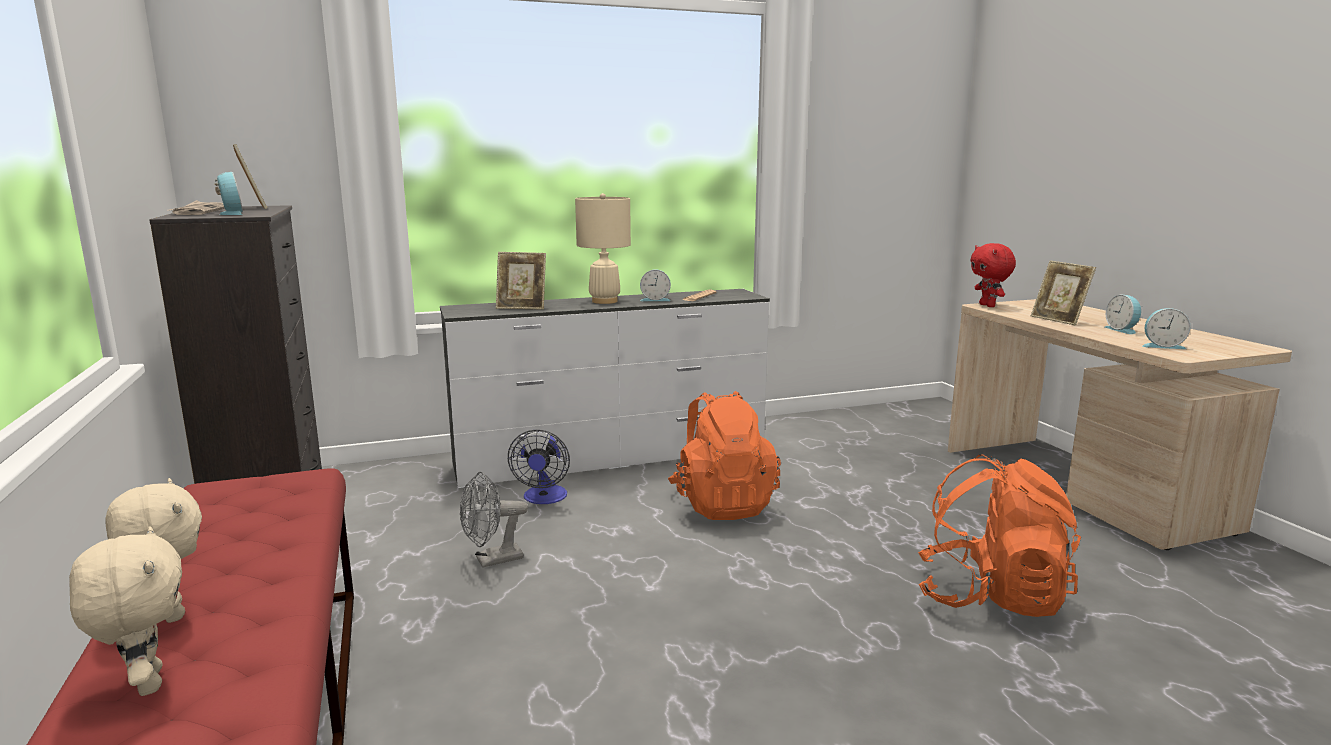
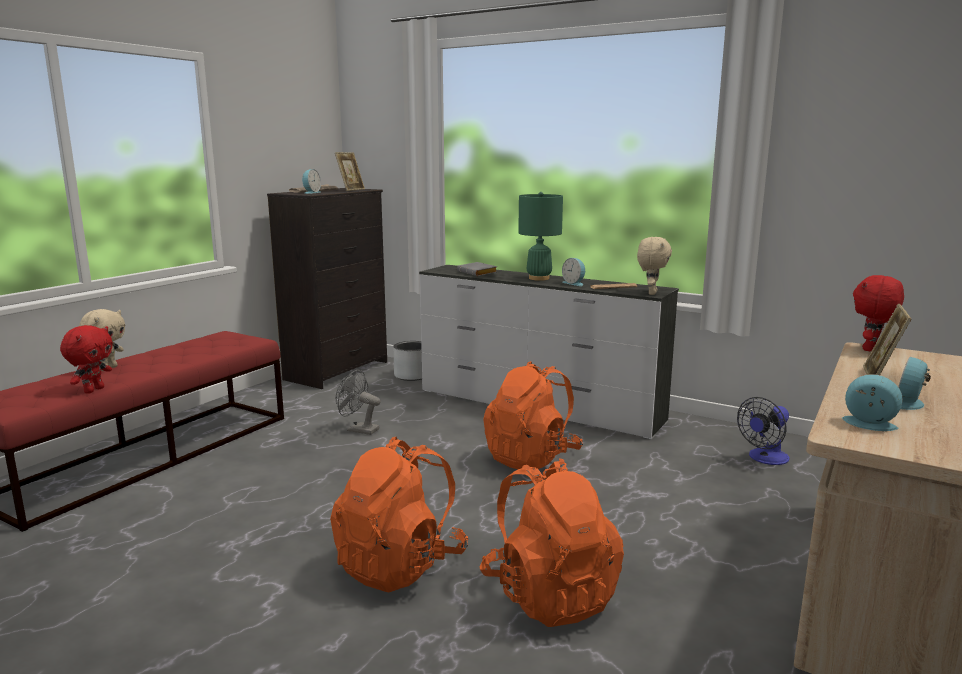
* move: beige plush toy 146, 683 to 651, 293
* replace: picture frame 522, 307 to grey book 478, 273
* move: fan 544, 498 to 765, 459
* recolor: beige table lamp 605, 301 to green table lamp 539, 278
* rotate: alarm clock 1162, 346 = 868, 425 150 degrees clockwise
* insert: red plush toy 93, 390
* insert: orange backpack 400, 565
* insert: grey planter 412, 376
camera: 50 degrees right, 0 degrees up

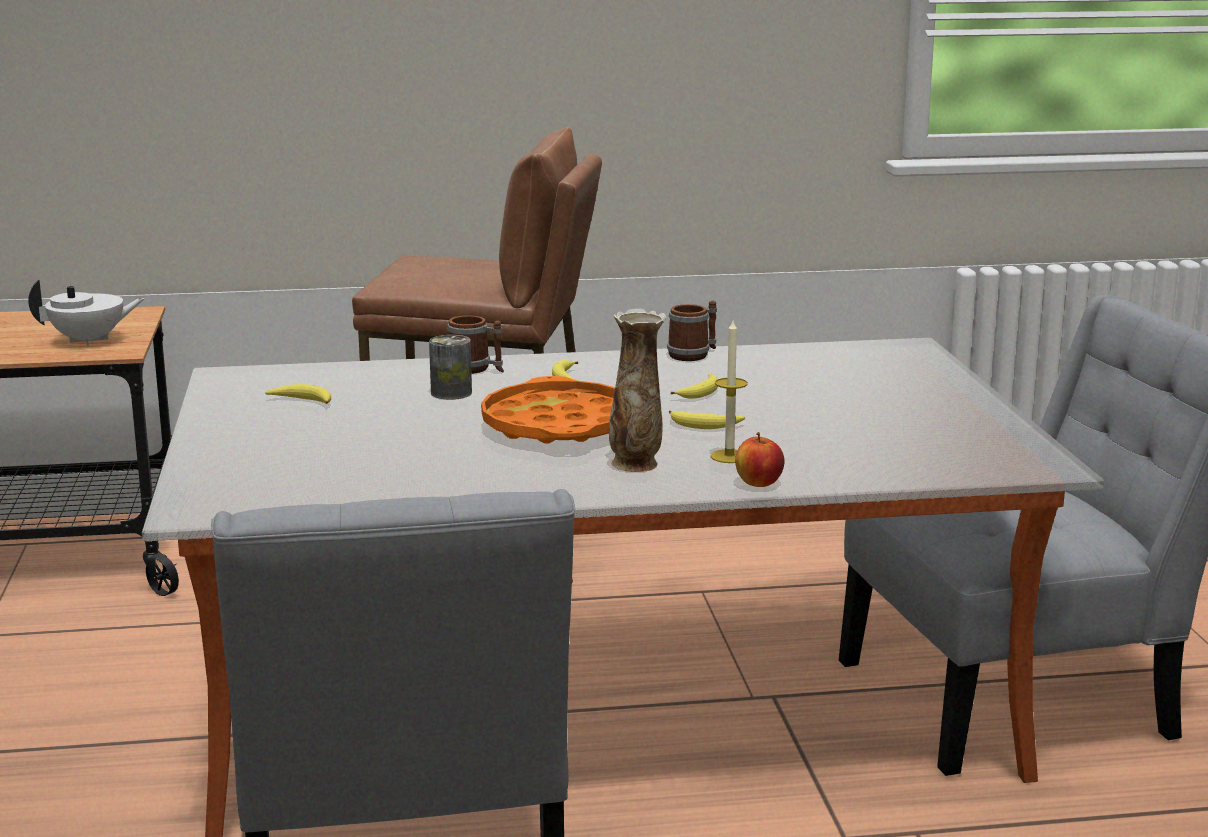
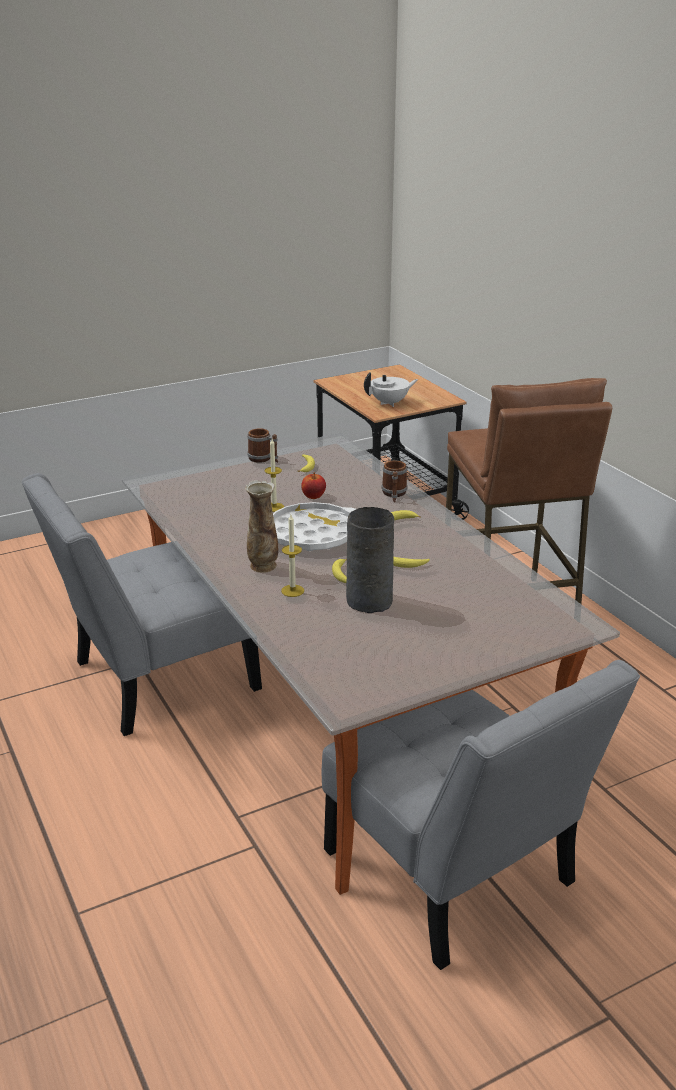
* rotate: white teapot 89, 341 = 390, 403 75 degrees counterclockwise
* delete: can 451, 393
* recolor: orange tray 558, 426 to white tray 312, 535
* move: mug 694, 354 to 263, 459
* move: apple 759, 483 to 313, 496
* insert: candle 274, 507
* insert: grey vase 369, 600
camera: 70 degrees right, 10 degrees up

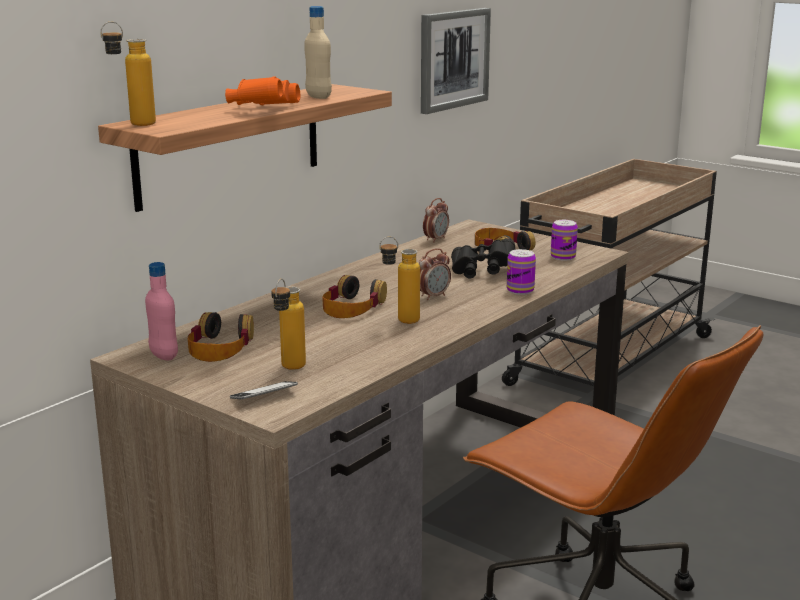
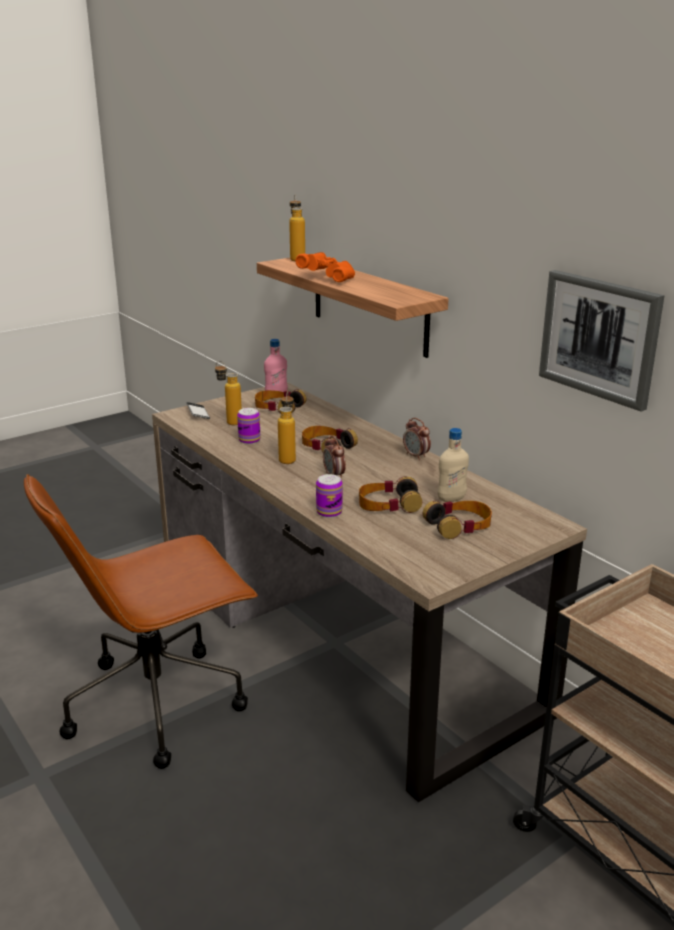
* move: beige bottle 318, 97 to 451, 499
* move: alarm clock 436, 239 to 416, 456
* replace: black binoculars 481, 272 to headphones 389, 504
* move: can 563, 257 to 249, 440
camera: 105 degrees right, 5 degrees up

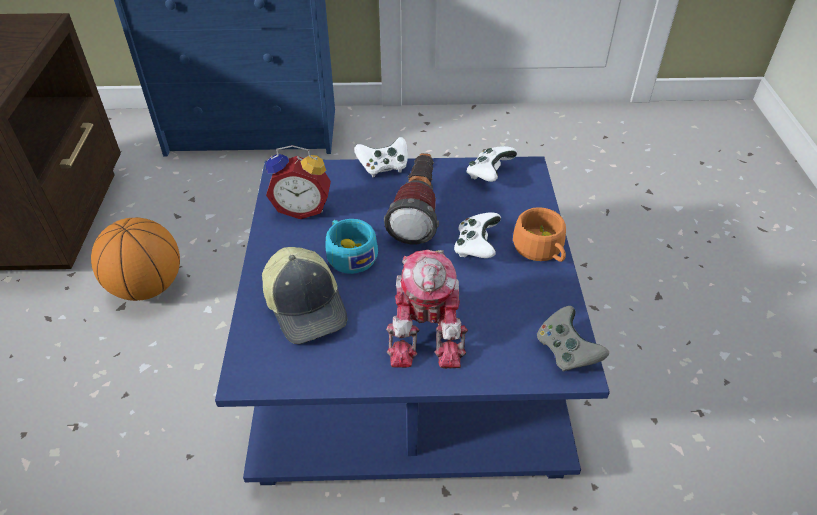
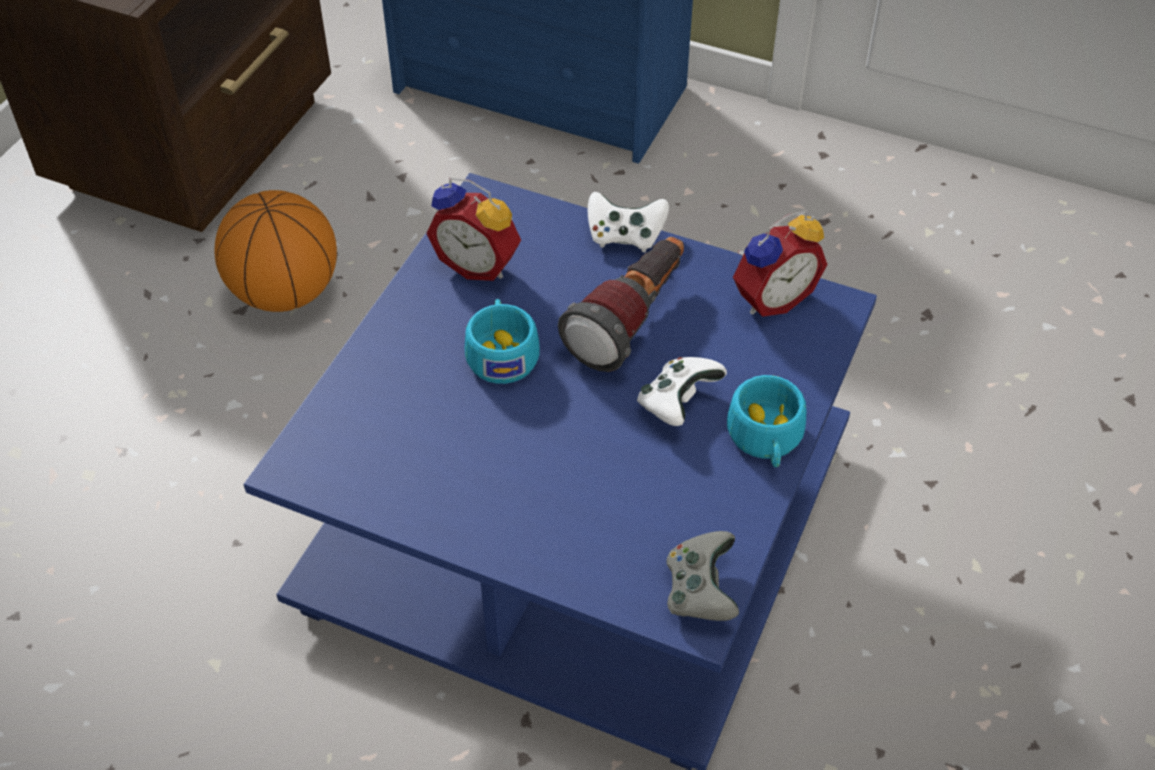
* delete: cap 307, 306
* delete: toy robot 428, 329
* replace: white game controller 489, 174 to alarm clock 771, 298
* recolor: orange cup 541, 250 to turquoise cup 766, 440
camera: 25 degrees right, 5 degrees up

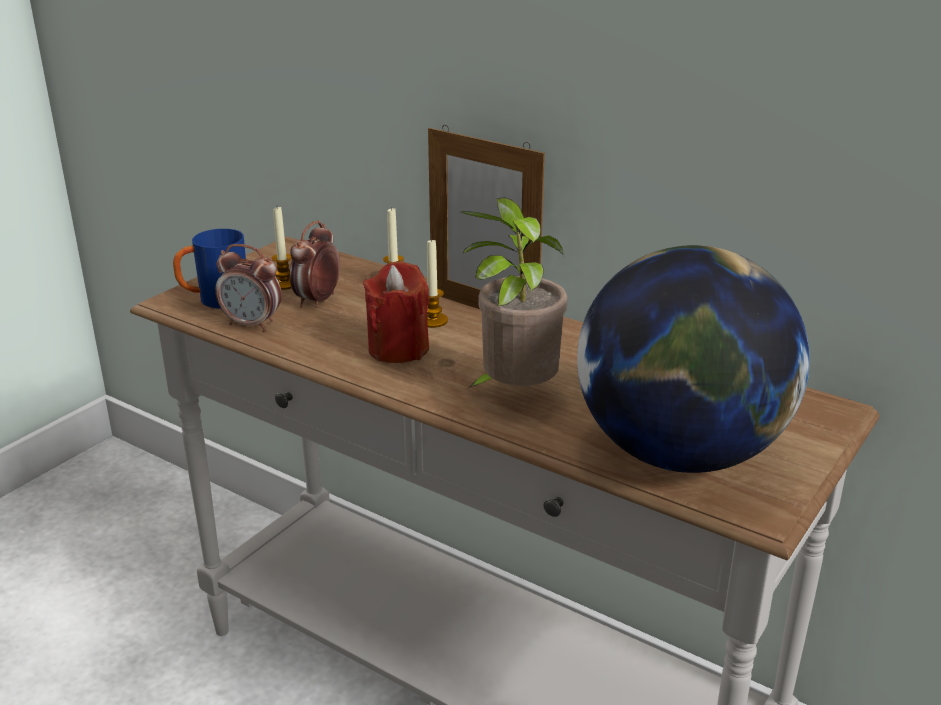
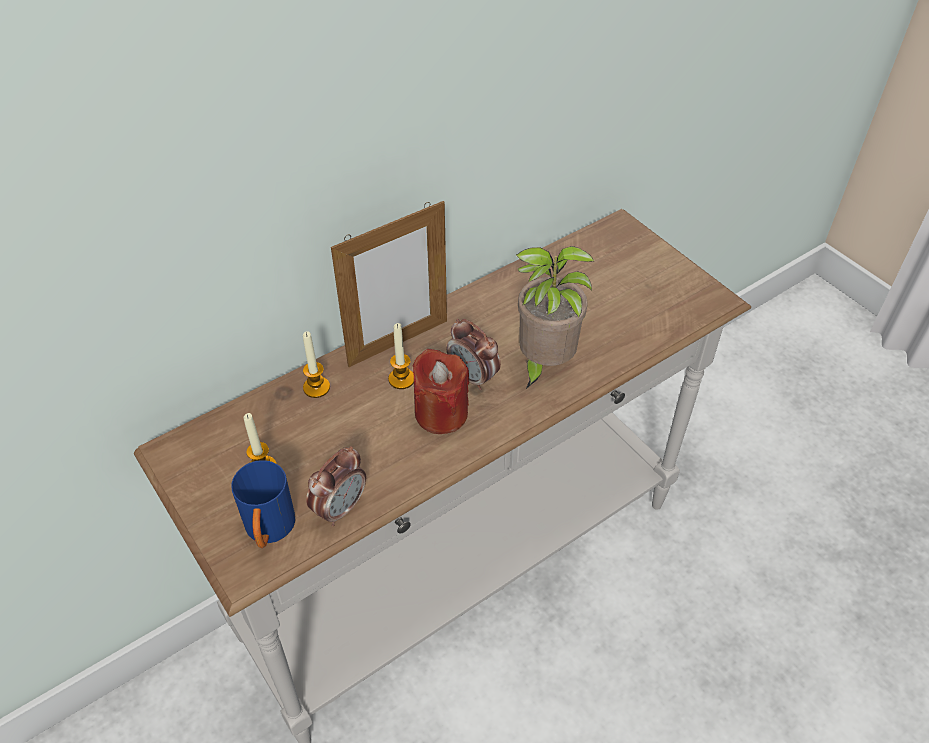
* move: alarm clock 317, 301 to 473, 377
* delete: globe 679, 453
camera: 70 degrees left, 20 degrees up

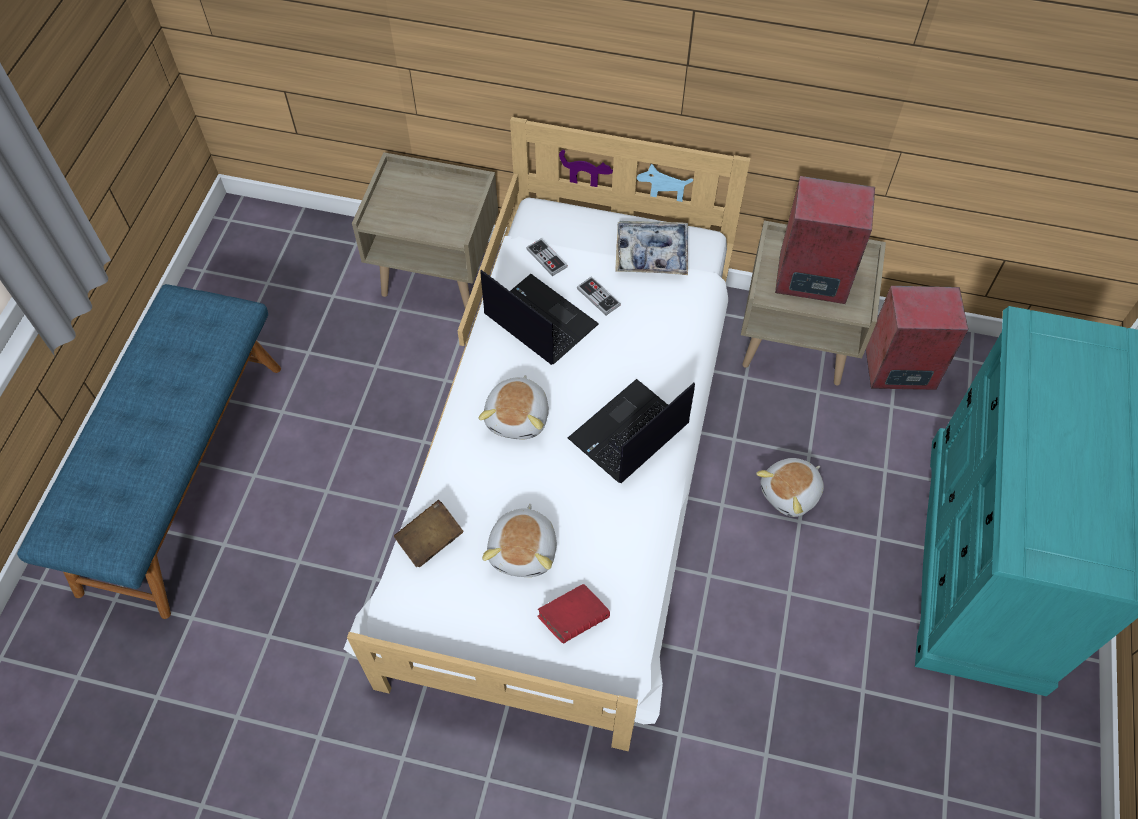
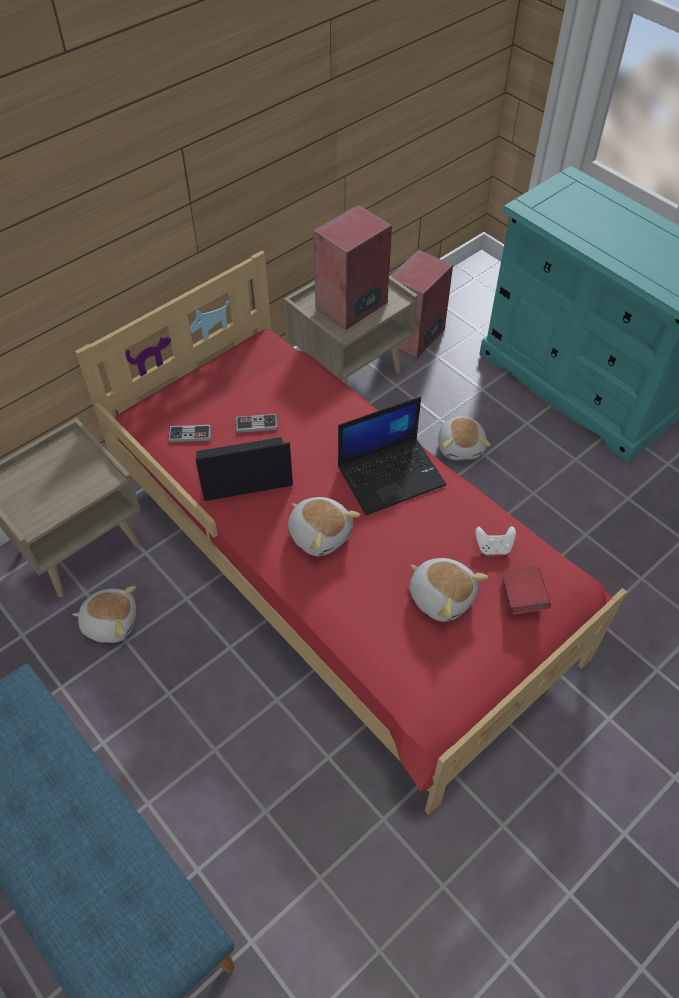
* recolor: white bed 569, 473 to red bed 341, 564
* delete: brown book 430, 540
* rotate: laptop 628, 433 = 391, 475 105 degrees counterclockwise
* delete: tray 651, 254
* insert: plush toy 110, 622
* insert: white game controller 493, 547
camera: 55 degrees left, 5 degrees down

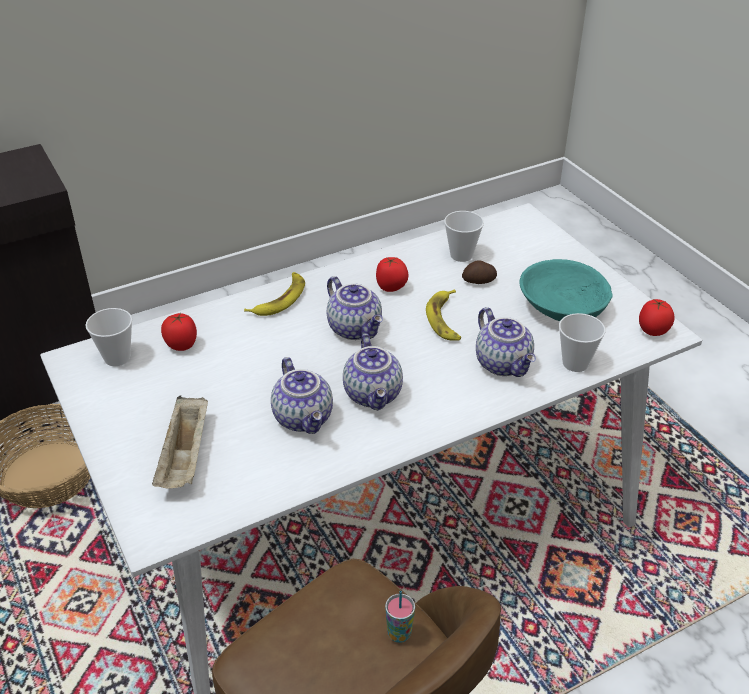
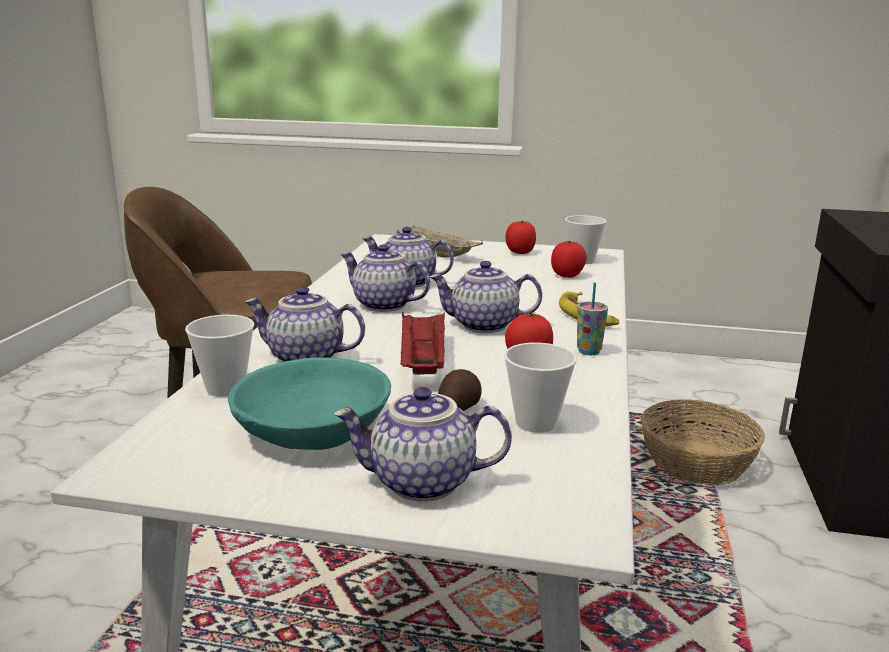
* move: cup 399, 634 to 589, 351
* replace: banana 445, 320 to red tray 422, 362
* move: tomato 652, 332 to 519, 252
* insert: teapot 421, 484
camera: 130 degrees right, 20 degrees down

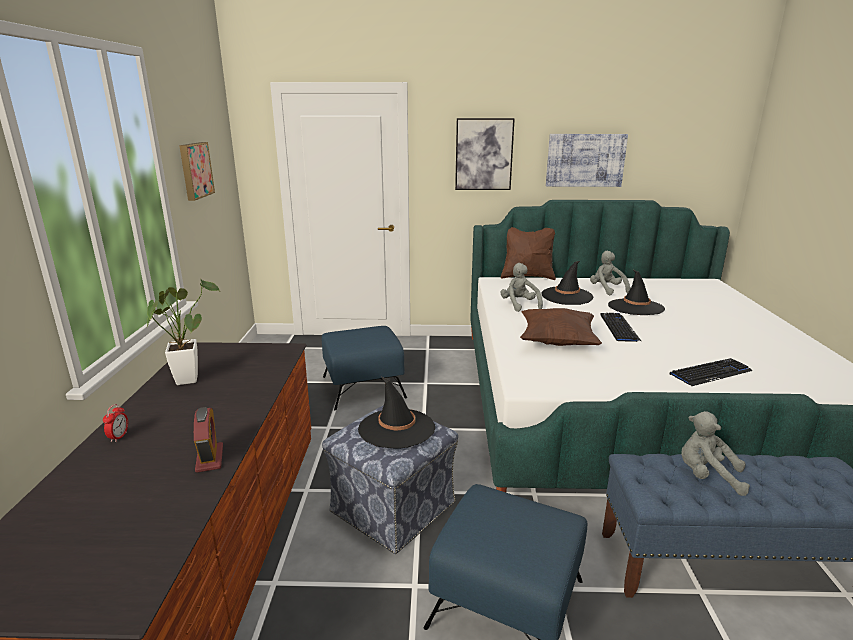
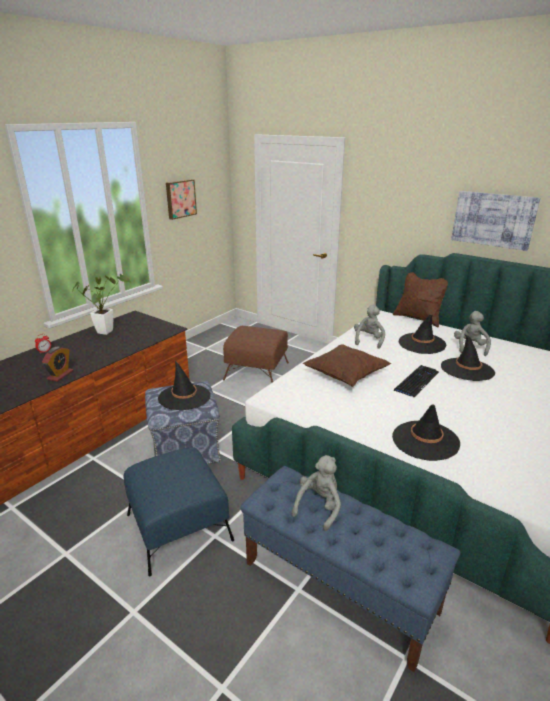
* recolor: blue ottoman 364, 387 to brown ottoman 257, 371
* delete: picture 484, 154
* replace: keyboard 710, 373 to black hat 425, 440
* rotate: grey plush toy 707, 476 = 319, 507 60 degrees clockwise
camera: 35 degrees right, 5 degrees up

